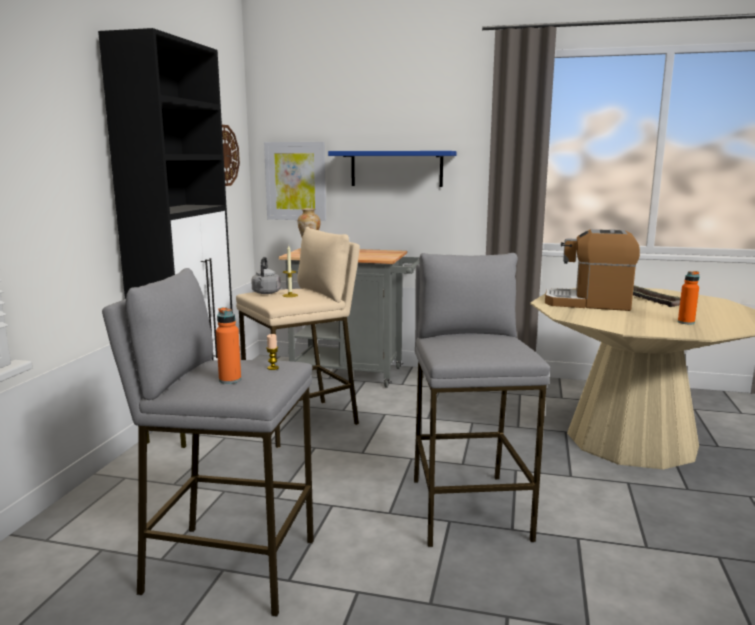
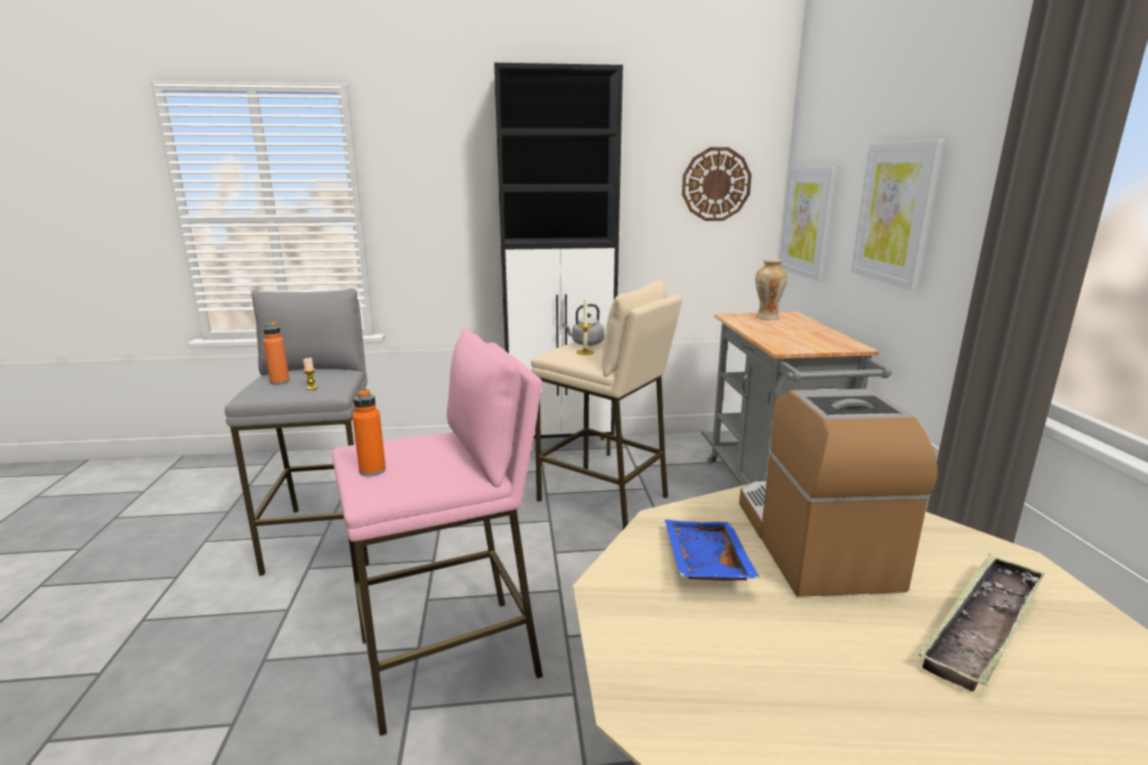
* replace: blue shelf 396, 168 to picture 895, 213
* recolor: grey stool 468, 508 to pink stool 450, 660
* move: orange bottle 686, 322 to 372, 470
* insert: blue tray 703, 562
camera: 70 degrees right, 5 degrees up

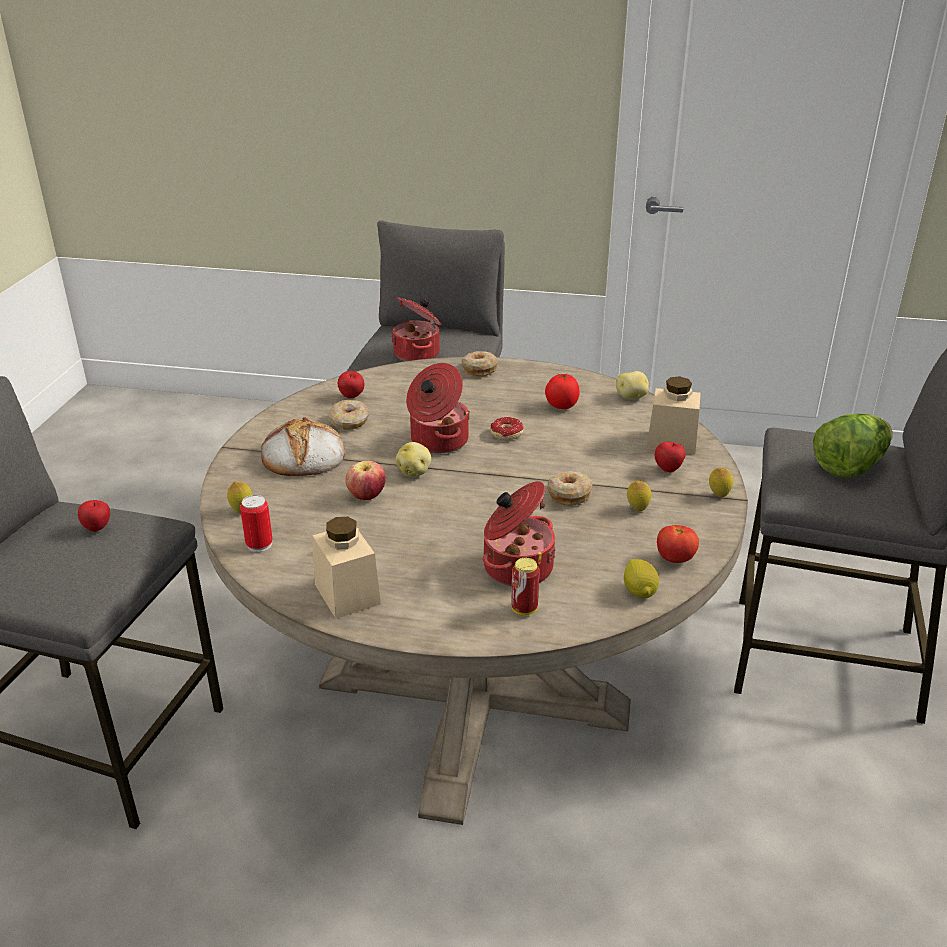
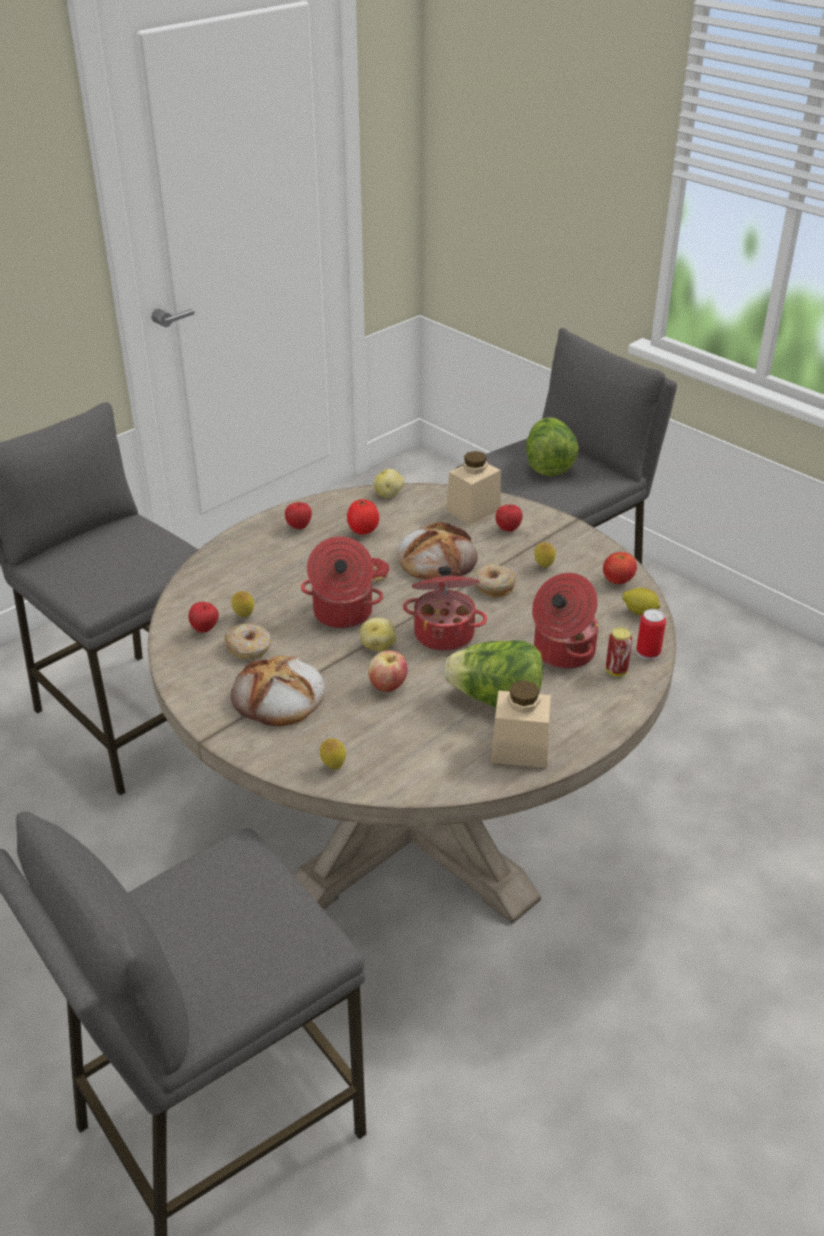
* move: apple 98, 528 to 299, 527
* move: can 259, 544 to 648, 653
* move: cooking pot 418, 353 to 444, 633
* delete: donut 479, 369
* move: lemon 718, 495 to 244, 616
* insert: bread 437, 559
* insert: lettuce 496, 700
camera: 55 degrees left, 5 degrees up

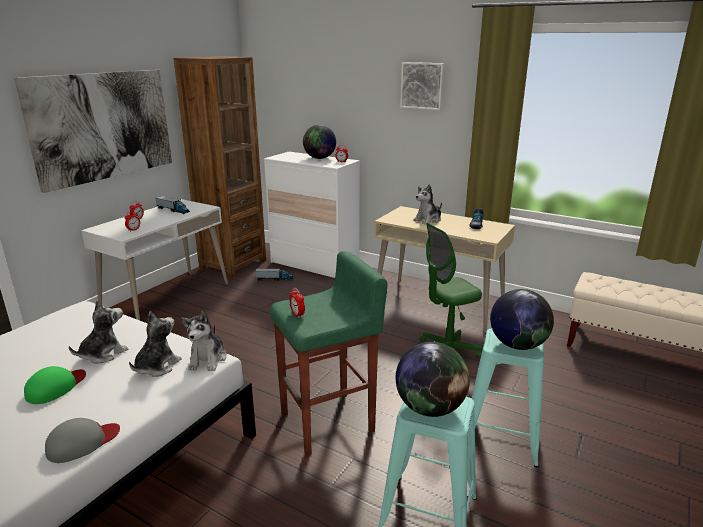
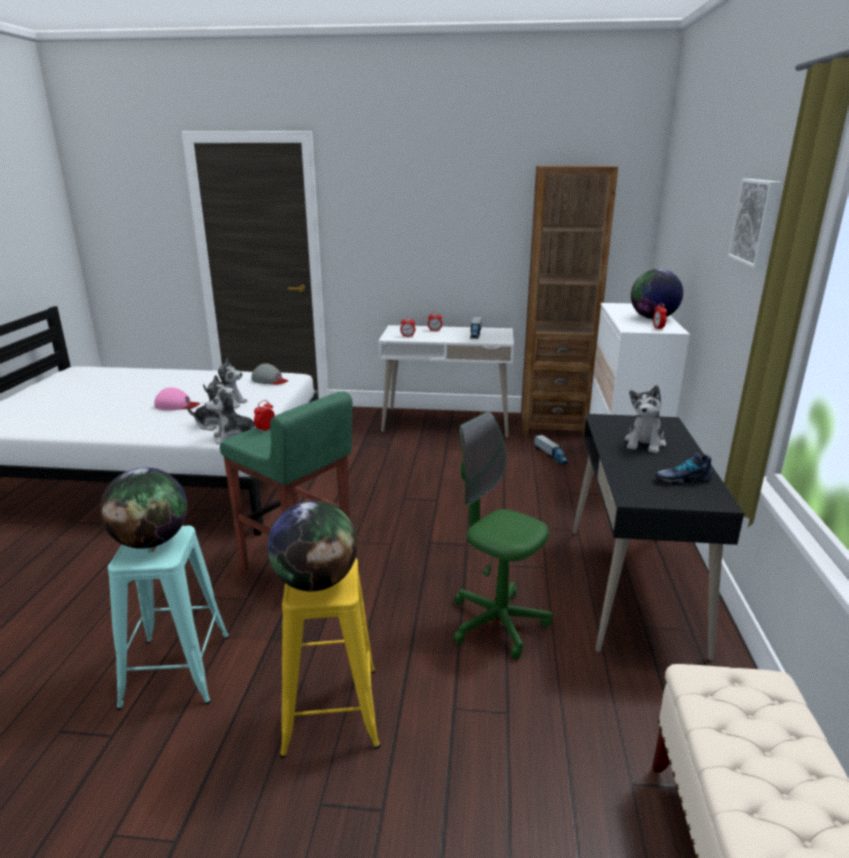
* delete: picture 103, 126
* recolor: green cap 56, 387 to pink cap 176, 405
* move: grey cap 82, 442 to 270, 380
* recolor: beige desk 438, 305 to black desk 633, 587
* rotate: plush toy 428, 220 = 645, 443 90 degrees counterclockwise
* recolor: turquoise stool 501, 437 to yellow stool 331, 710
camera: 65 degrees right, 0 degrees up

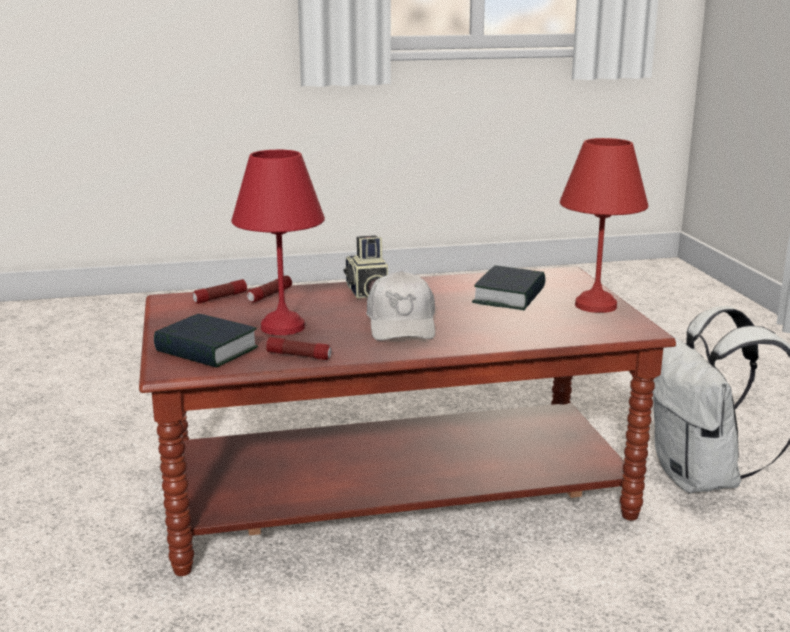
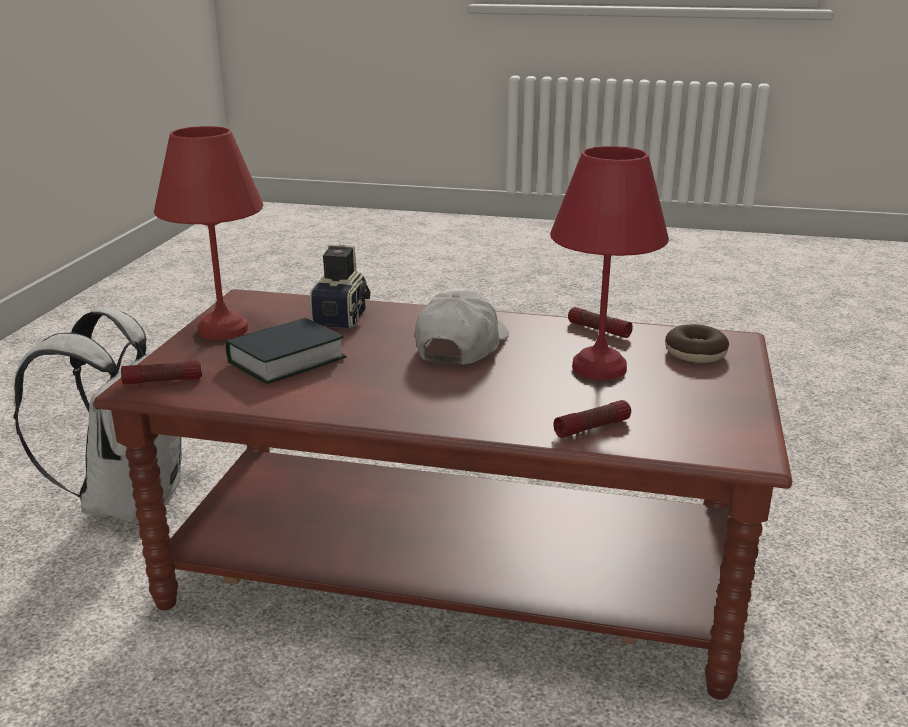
* replace: book 206, 350 to donut 695, 353
* move: flashlight 220, 298 to 163, 381
* move: photo camera 367, 293 to 344, 315
camera: 155 degrees left, 5 degrees up

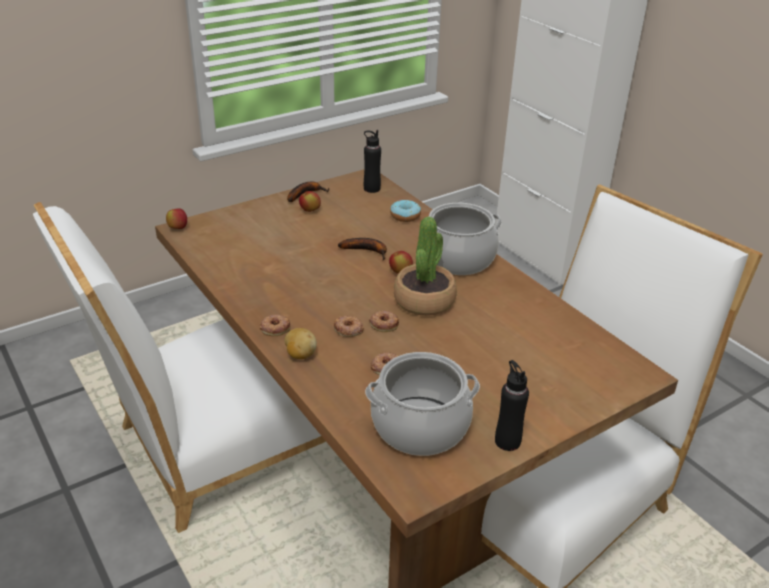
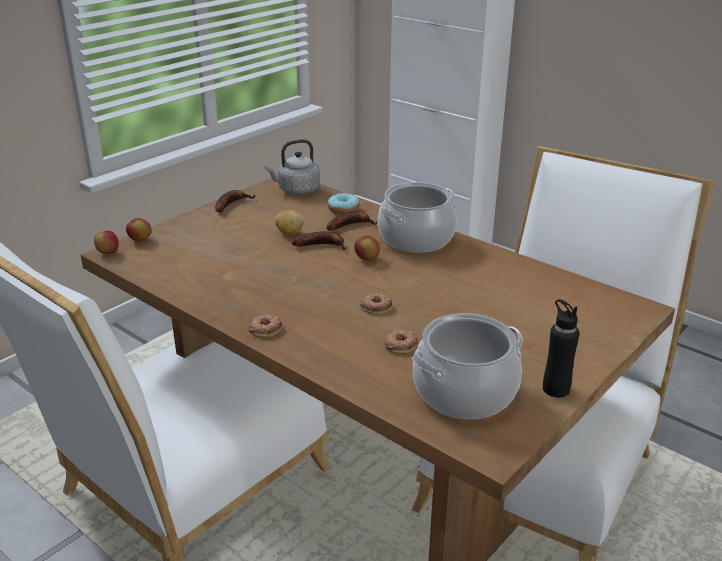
* move: potato 300, 354 to 289, 233
* move: apple 310, 210 to 140, 240
* delete: donut 348, 329
* replace: black bottle 371, 188 to grey kettle 296, 190
* delete: potted plant 424, 300
* insert: banana 350, 225
camera: 15 degrees left, 5 degrees down

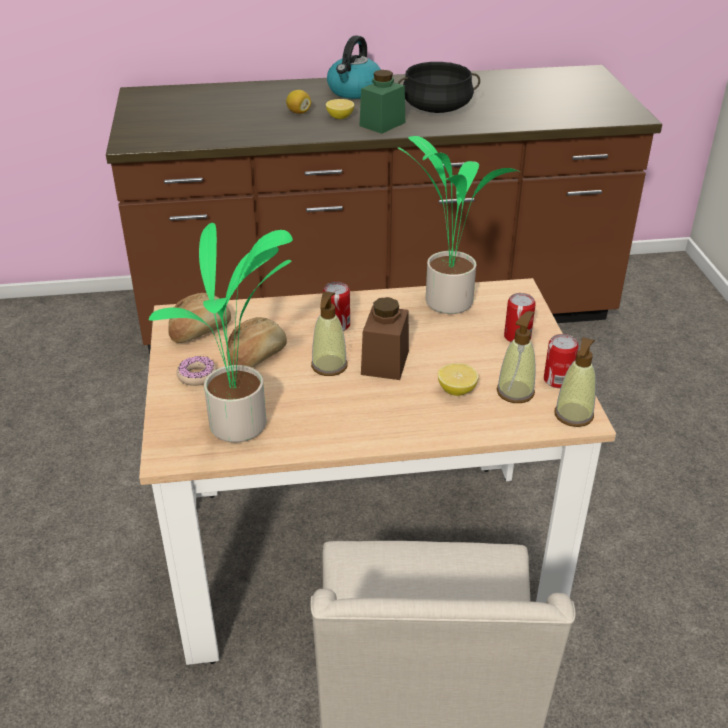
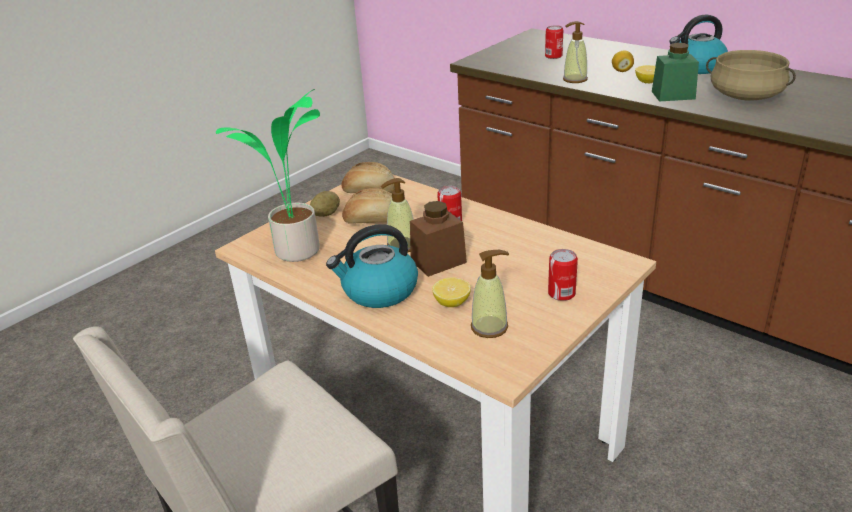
* replace: donut 197, 375 to potato 326, 214
* recolor: black cooking pot 436, 108 to beige cooking pot 745, 96
* delete: potted plant 445, 302
* move: can 557, 380 to 553, 56
* move: soap dispenser 573, 415 to 574, 79
* insert: kettle 379, 291
camera: 50 degrees right, 5 degrees down

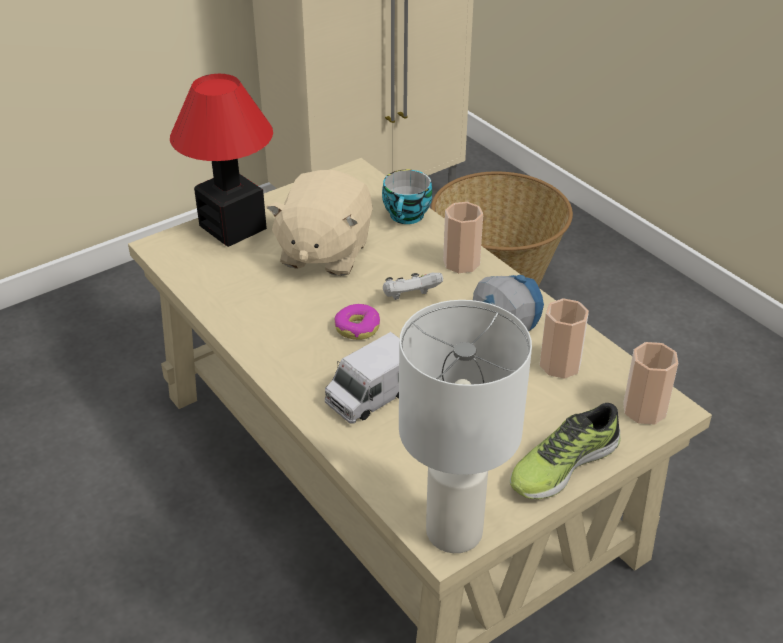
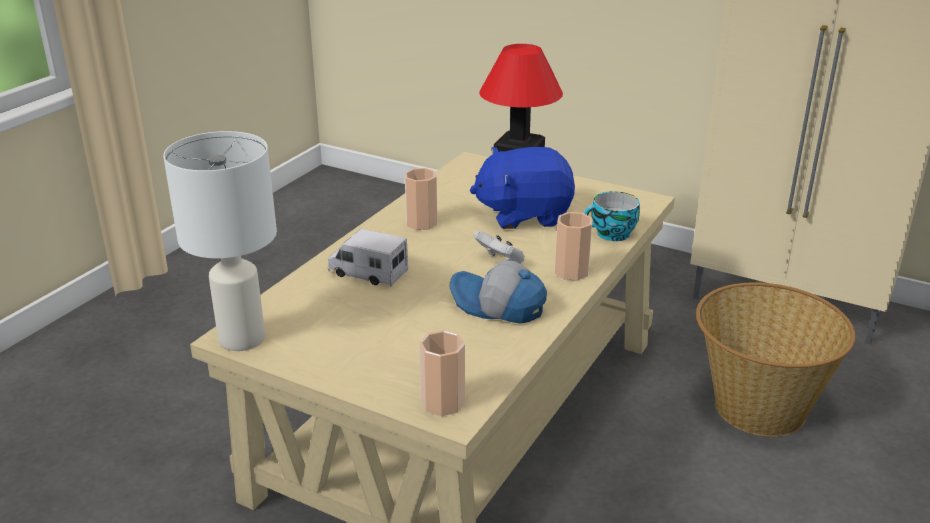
* recolor: beige plush toy 324, 252 to blue plush toy 524, 214
* delete: donut 357, 328
* delete: shoe 562, 464
* move: cup 560, 365 to 421, 223
camera: 65 degrees right, 10 degrees down

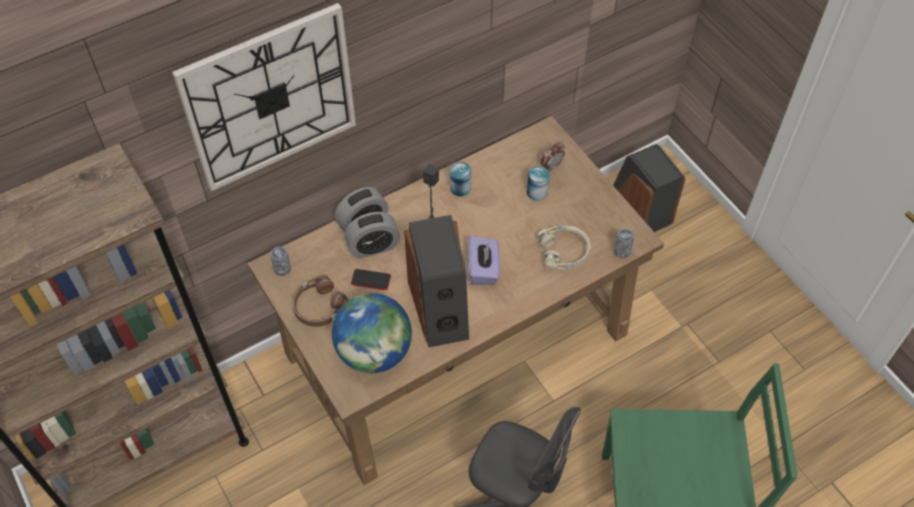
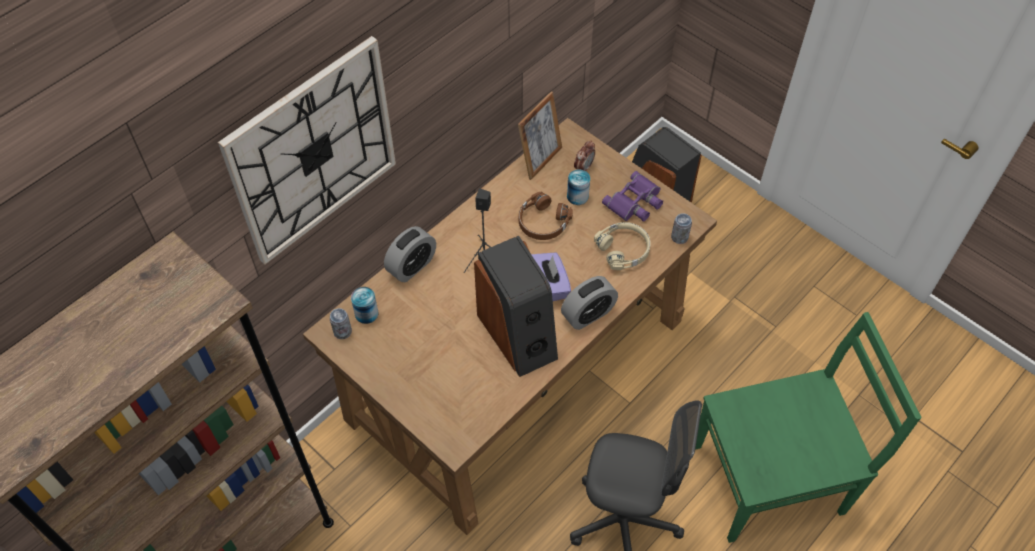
* move: brown headphones 319, 307 to 542, 222
* delete: globe 374, 352
* move: alarm clock 373, 247 to 588, 314
* delete: phone 371, 280
* move: can 460, 188 to 366, 313
* insert: picture frame 540, 160
* insert: purple binoculars 635, 202
camera: 15 degrees left, 0 degrees up

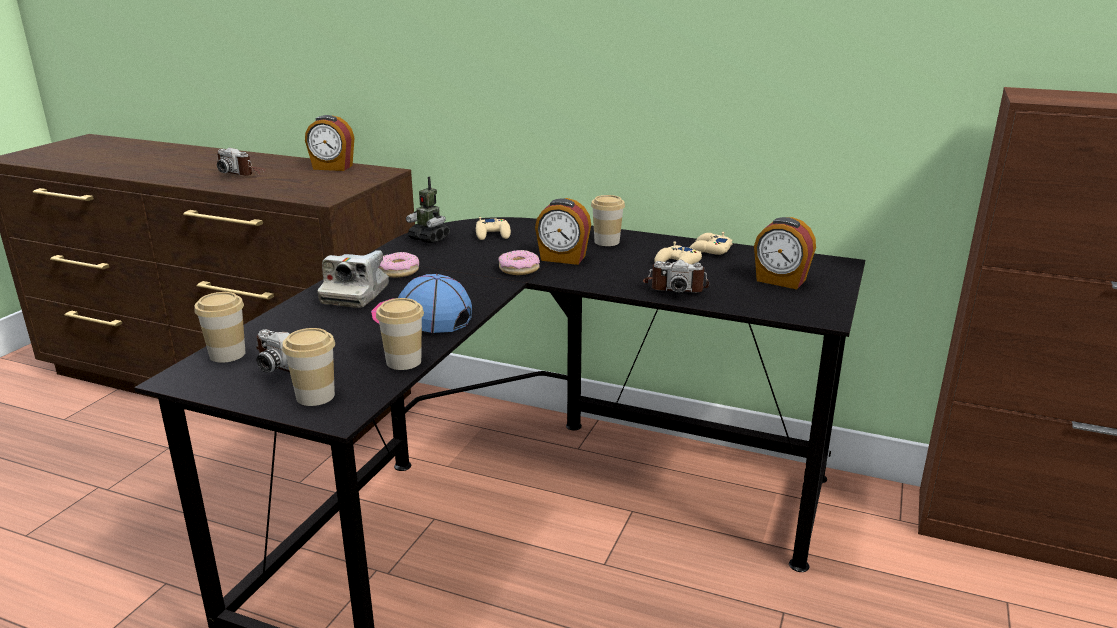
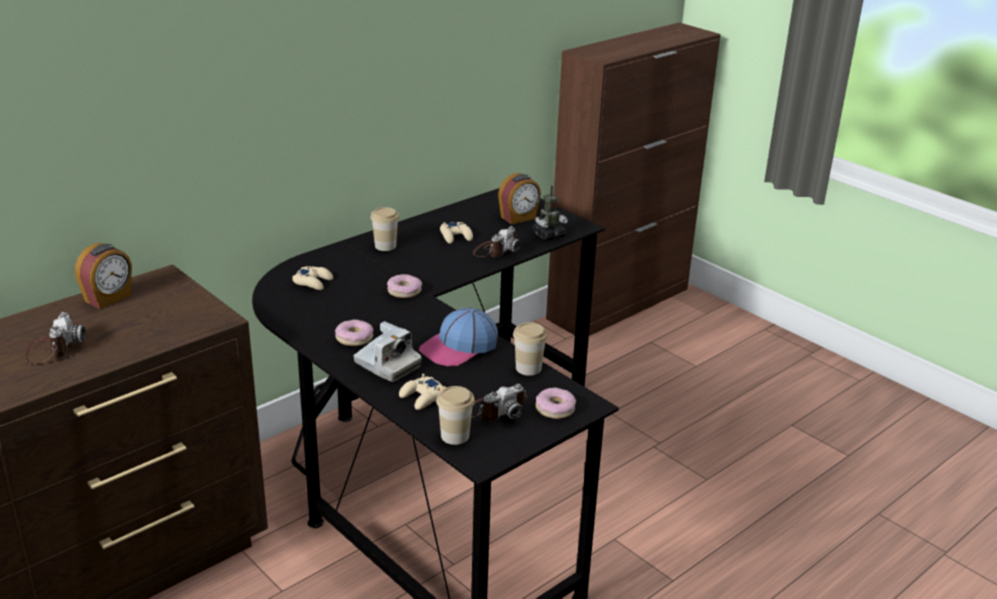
* rotate: photo camera 242, 172 = 52, 348 60 degrees counterclockwise
* replace: cup 315, 396 to donut 555, 409
* move: toy robot 429, 238 to 548, 235
* delete: alarm clock 563, 258
* move: beige game controller 709, 250 to 423, 397
camera: 65 degrees left, 5 degrees up

